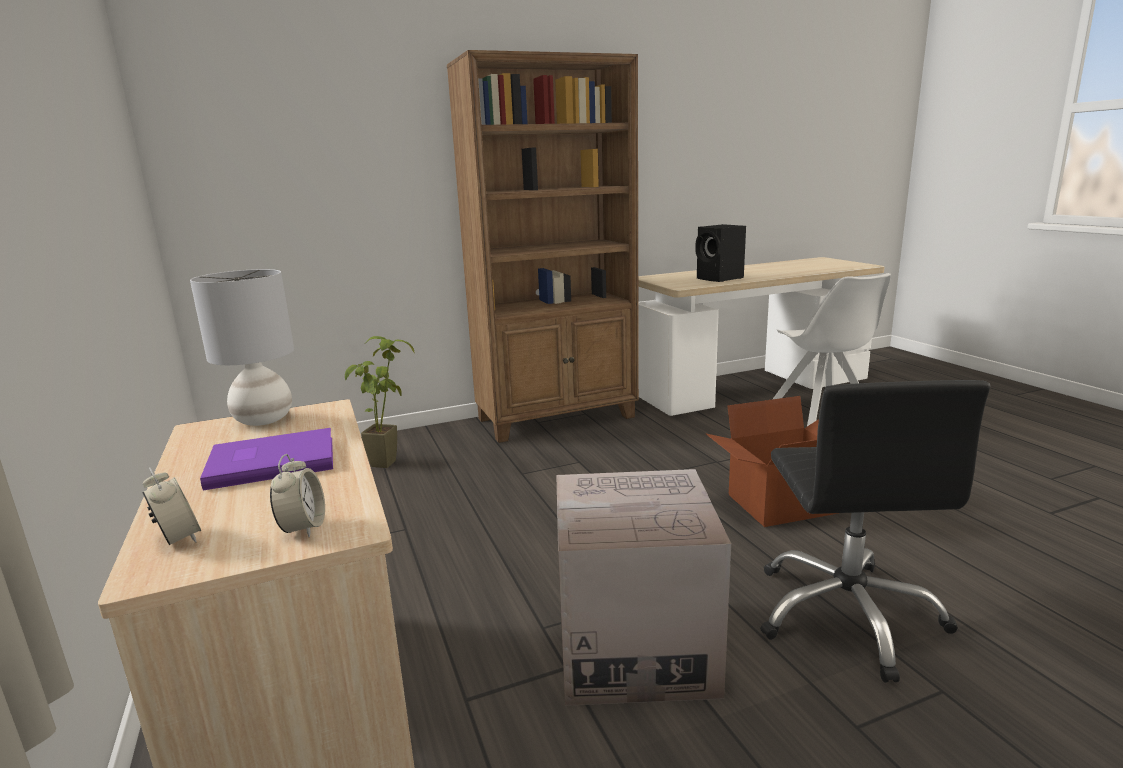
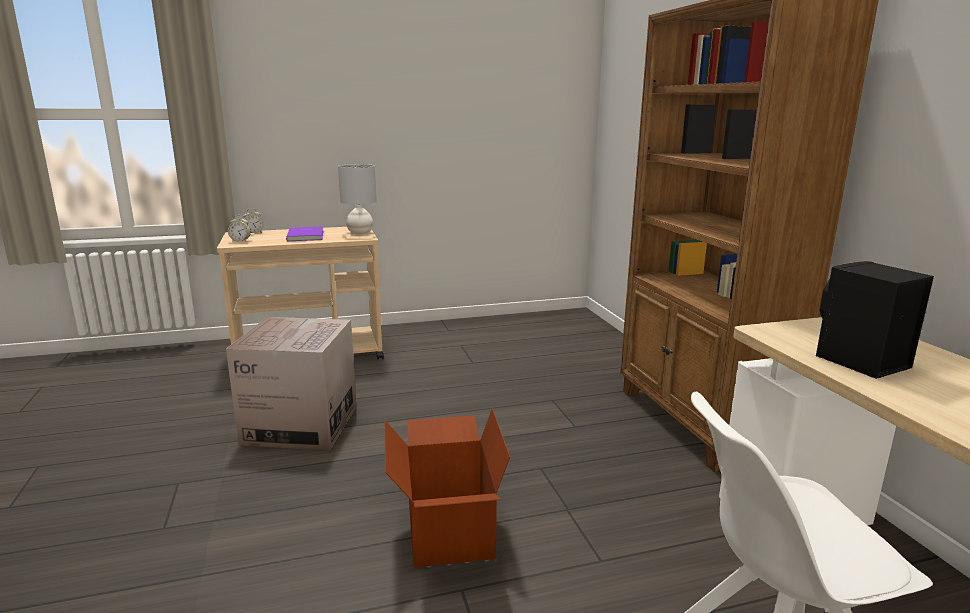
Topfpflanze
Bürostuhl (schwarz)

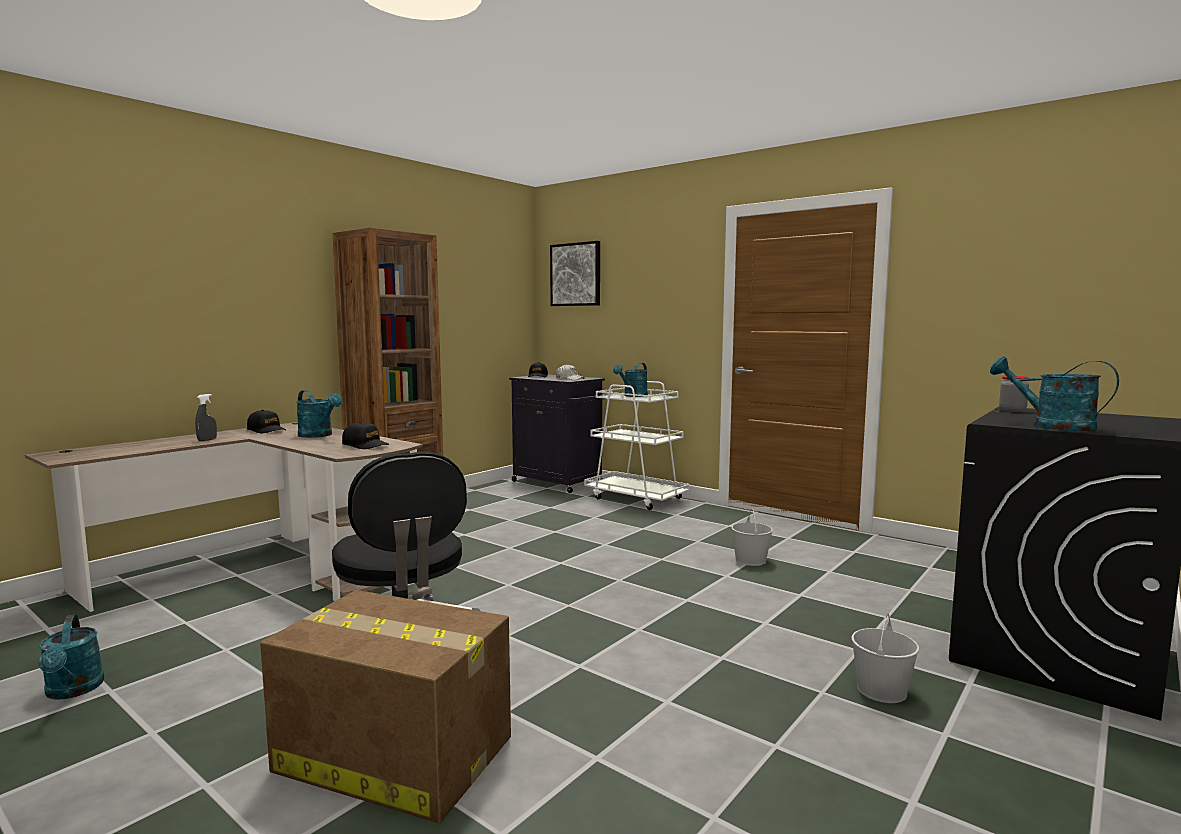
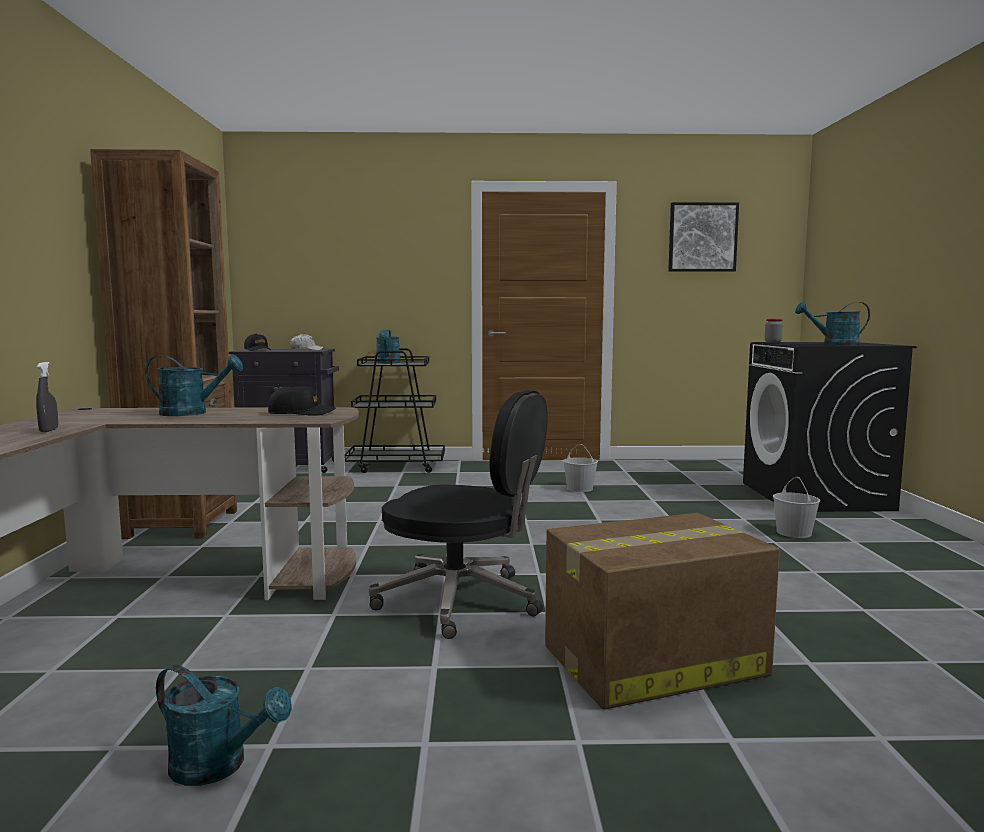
Rollwagen (schwarz)
Bild
Kappe (schwarz) (no. 1 from left in the first image)

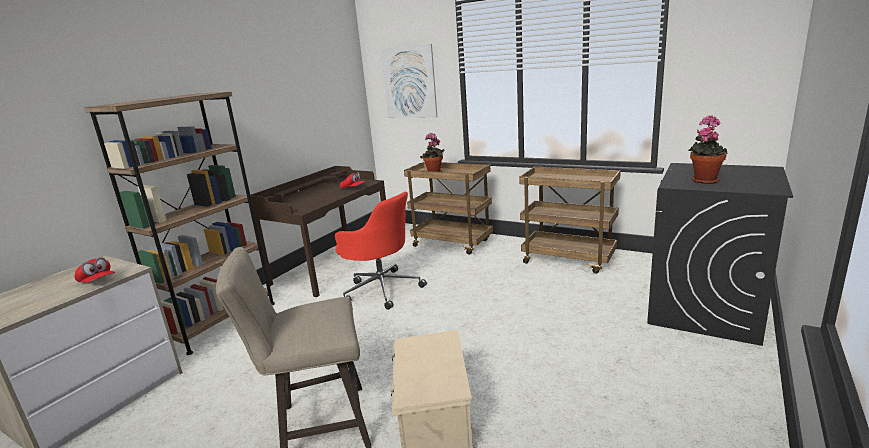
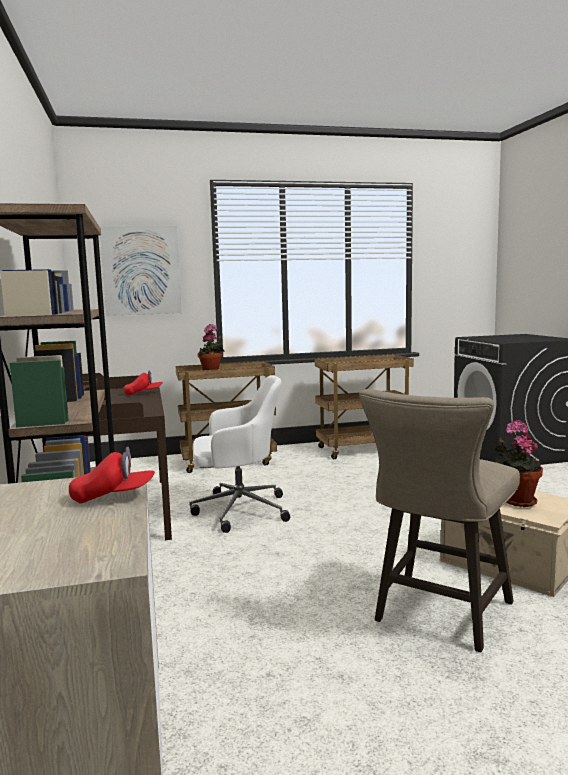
Bürostuhl (weiß)
Topfpflanze (no. 2 from left)

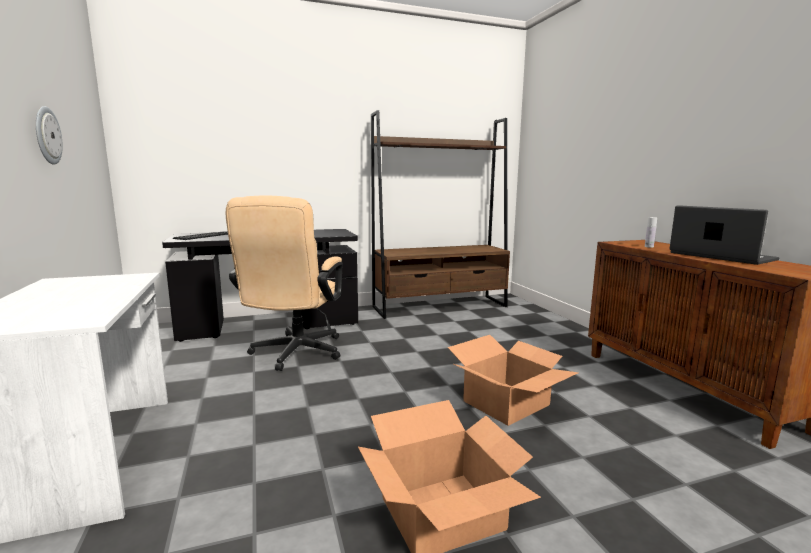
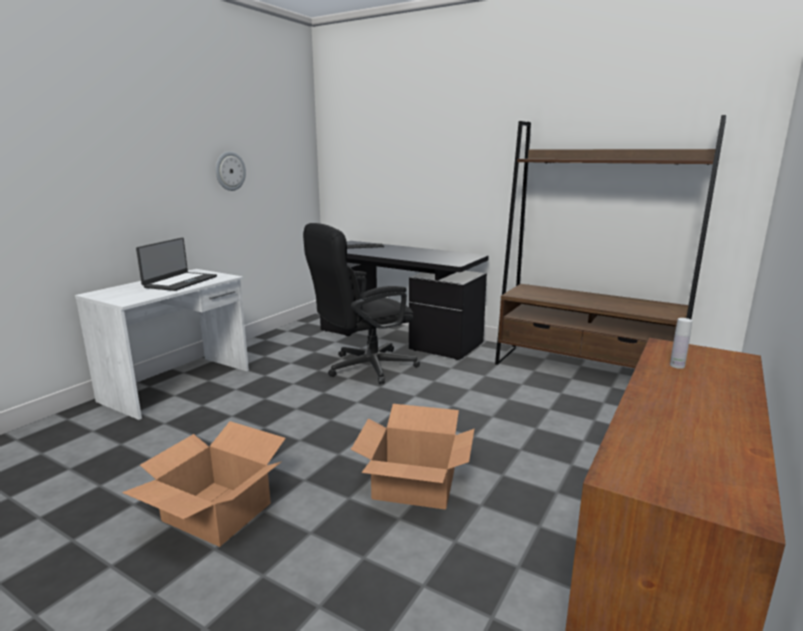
Laptop
Bürostuhl (schwarz)

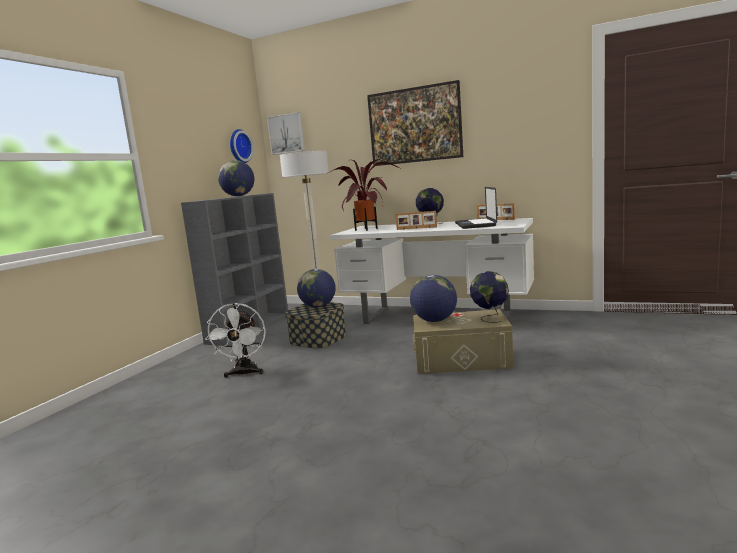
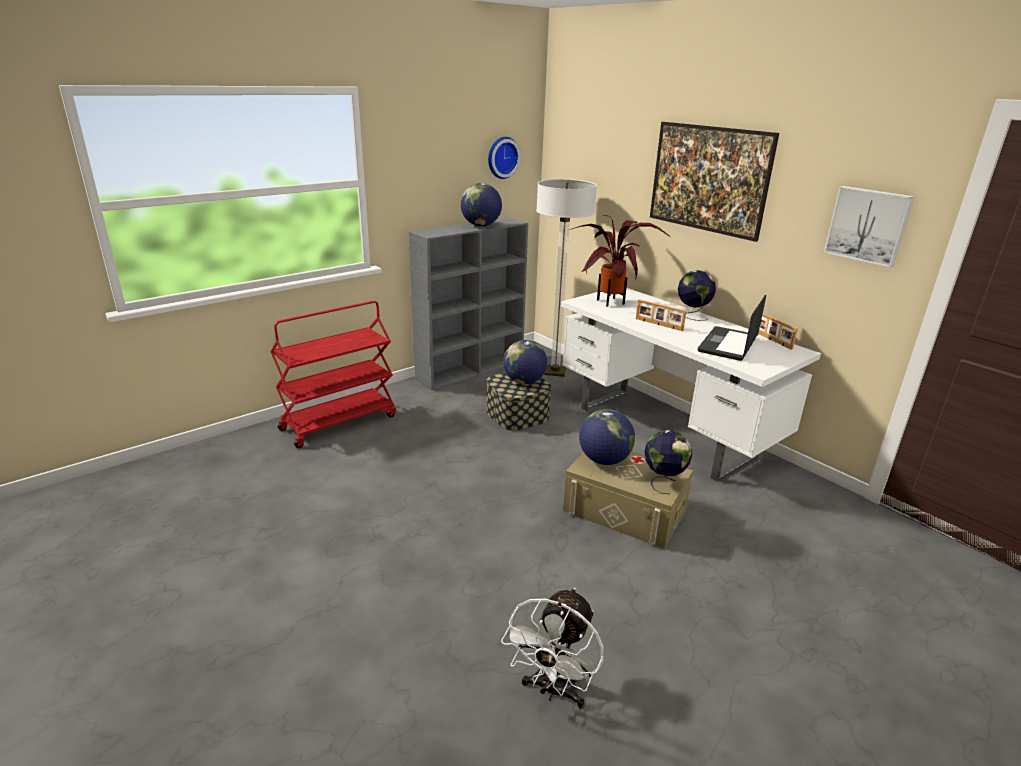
Rollwagen (rot)
Ventilator (weiß)
Bild (no. 2 from left)

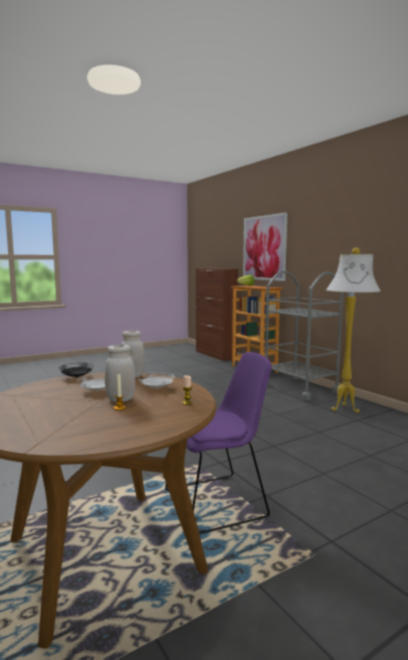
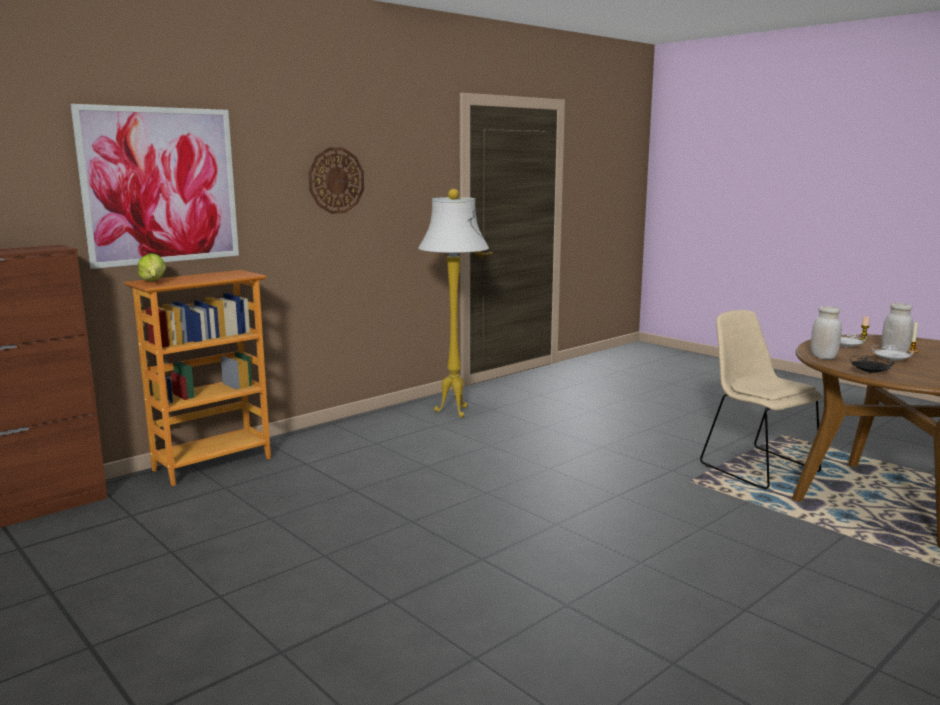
Wanduhr
Stuhl (beige)
Rollwagen (grau)

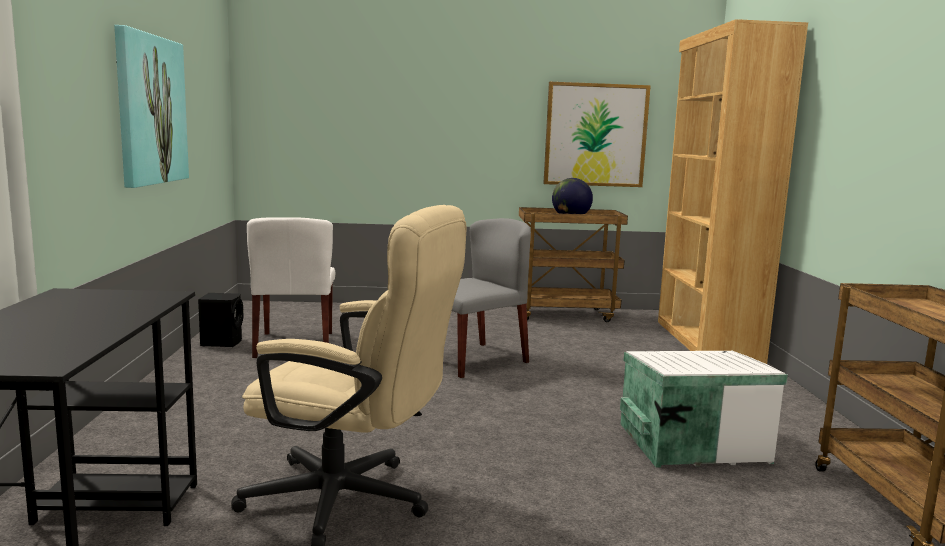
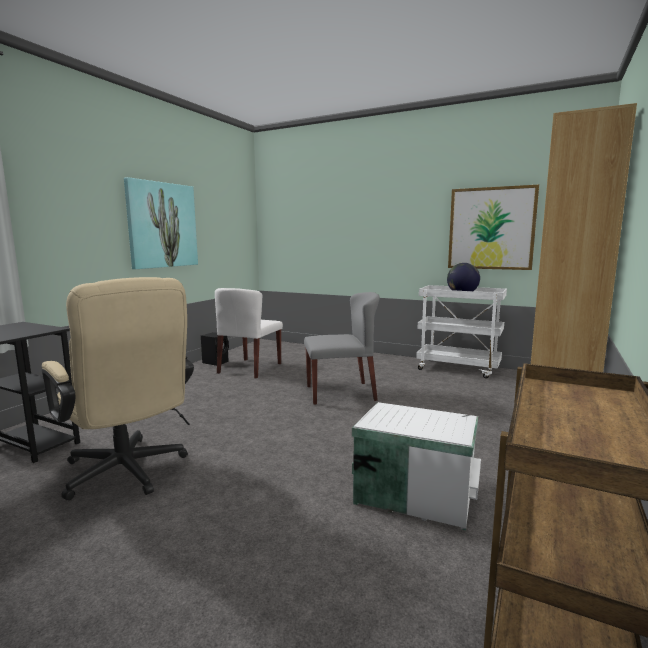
Rollwagen (weiß)

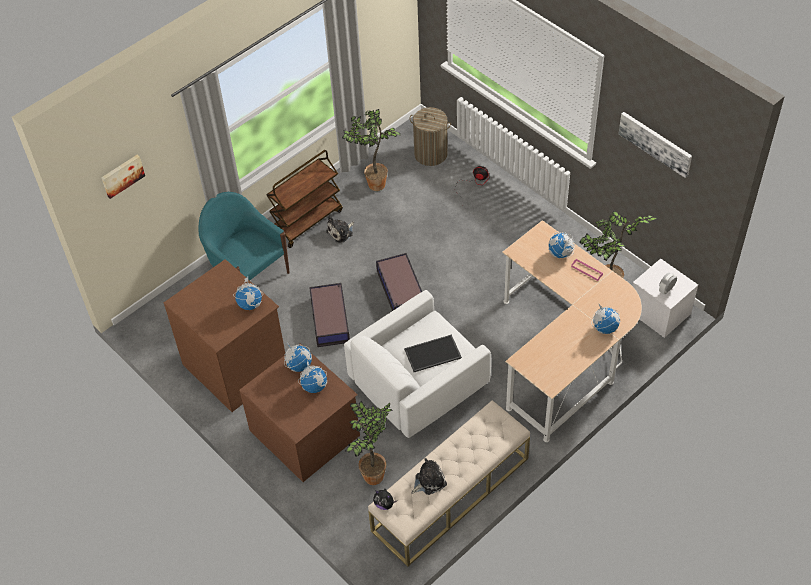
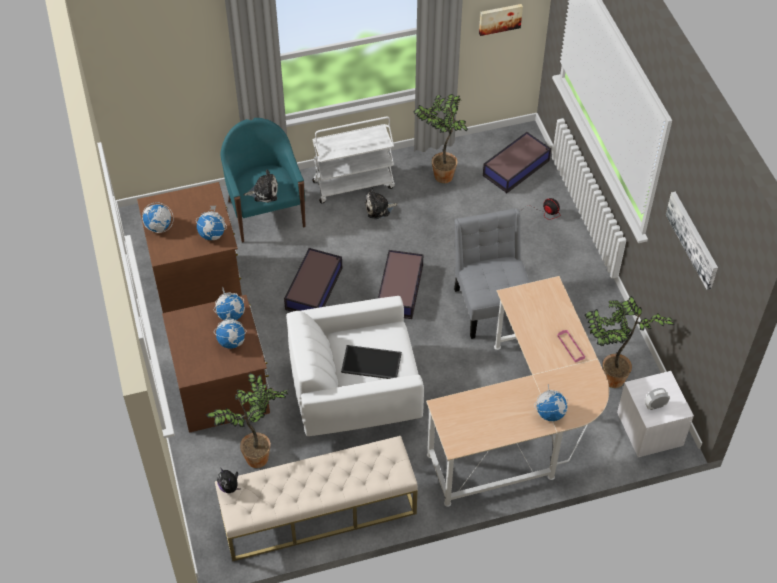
Globus (no. 1 from left)
Plüschtier (no. 2 from left)
Rollwagen (weiß)
Stuhl (grau)
Bild (no. 1 from left)
Aufbewahrungsbox (no. 3 from left)

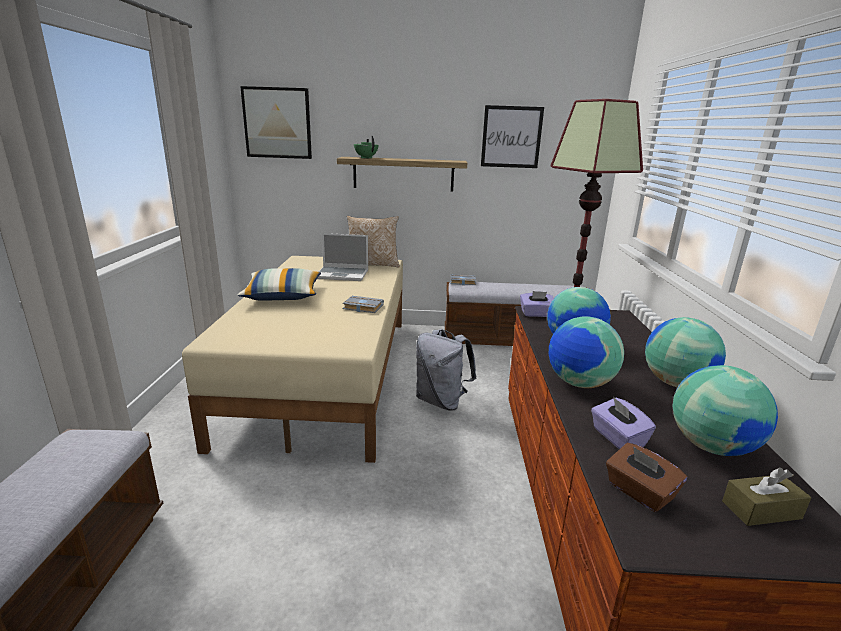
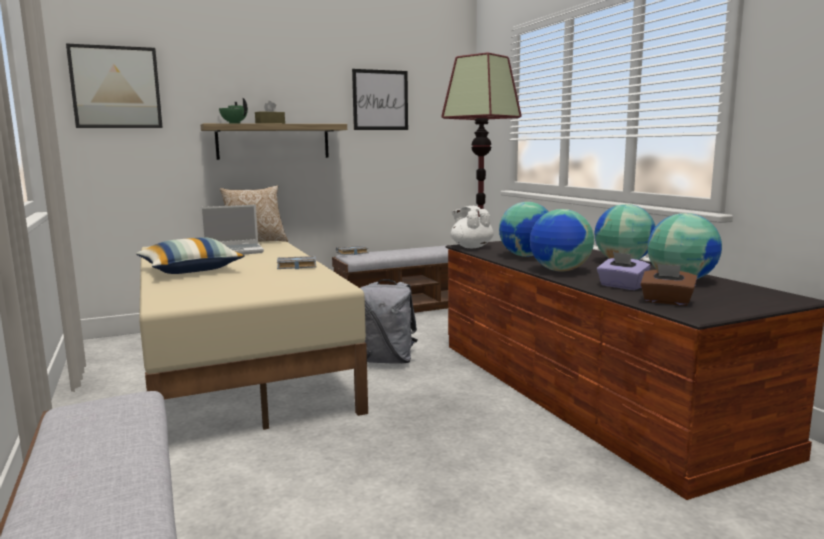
Taschentuchbox (braun) (no. 1 from left)
Teekanne (weiß)

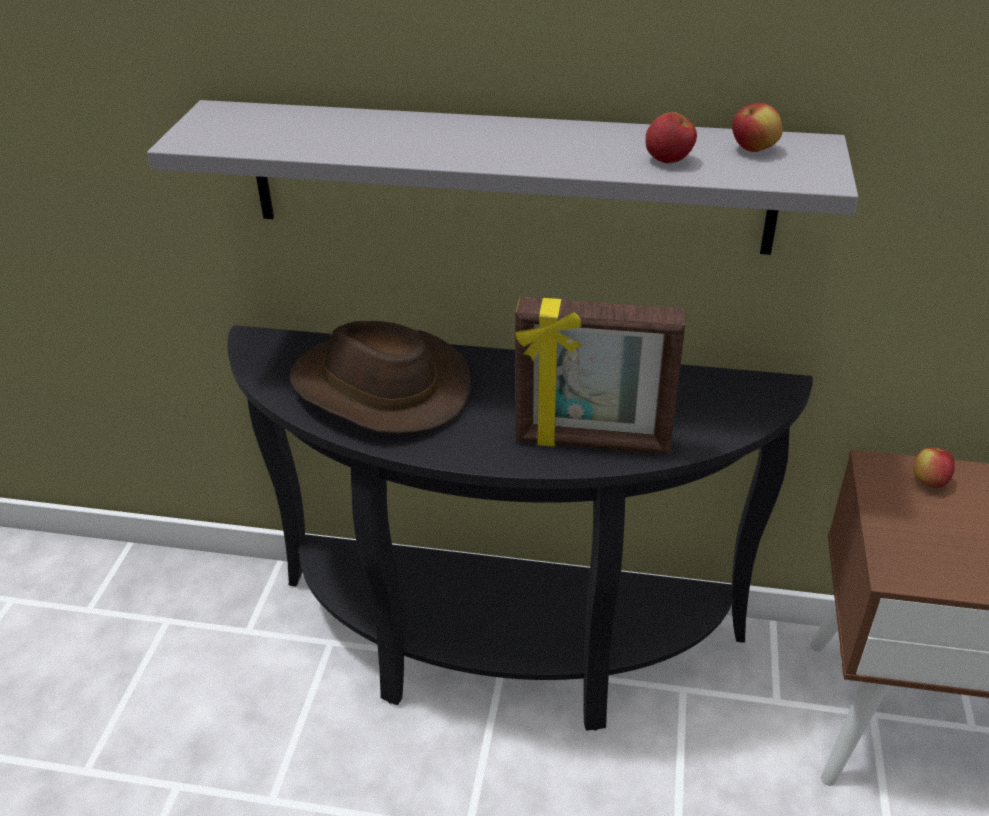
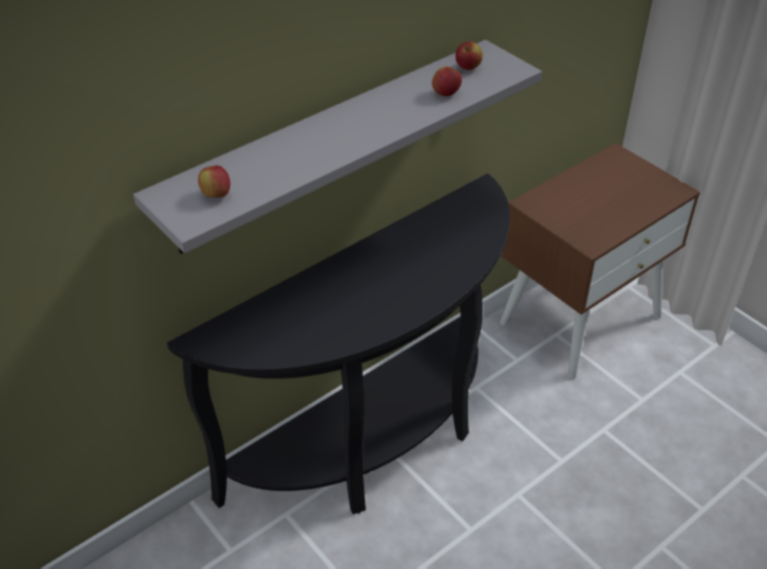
Apfel (no. 1 from left)
Hut (braun)
Bilderrahmen

